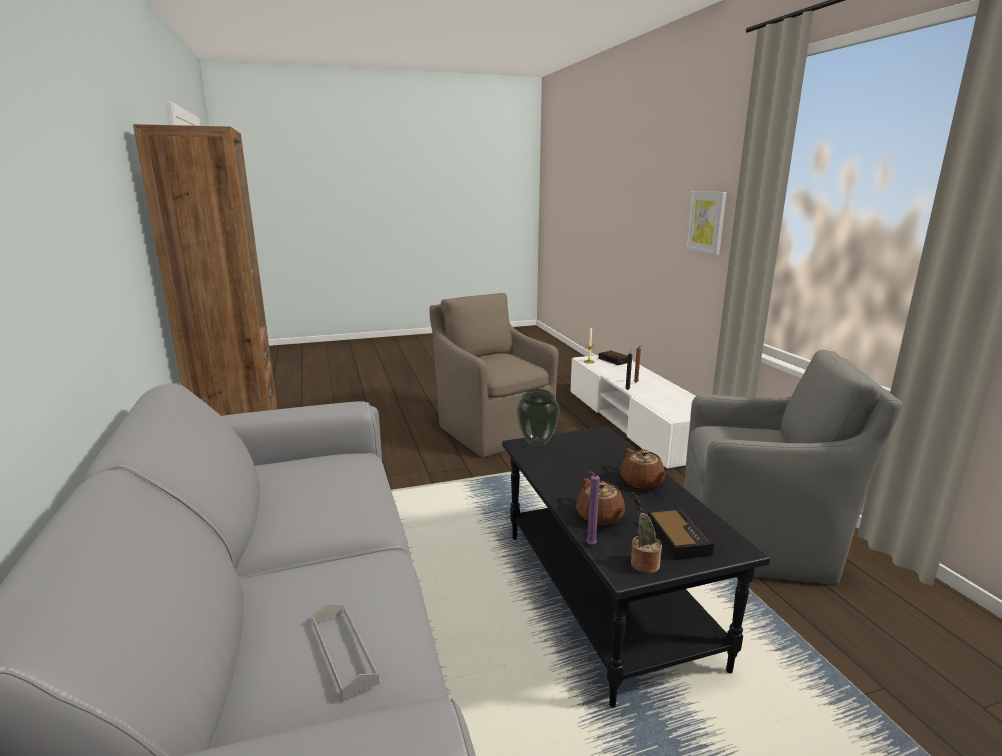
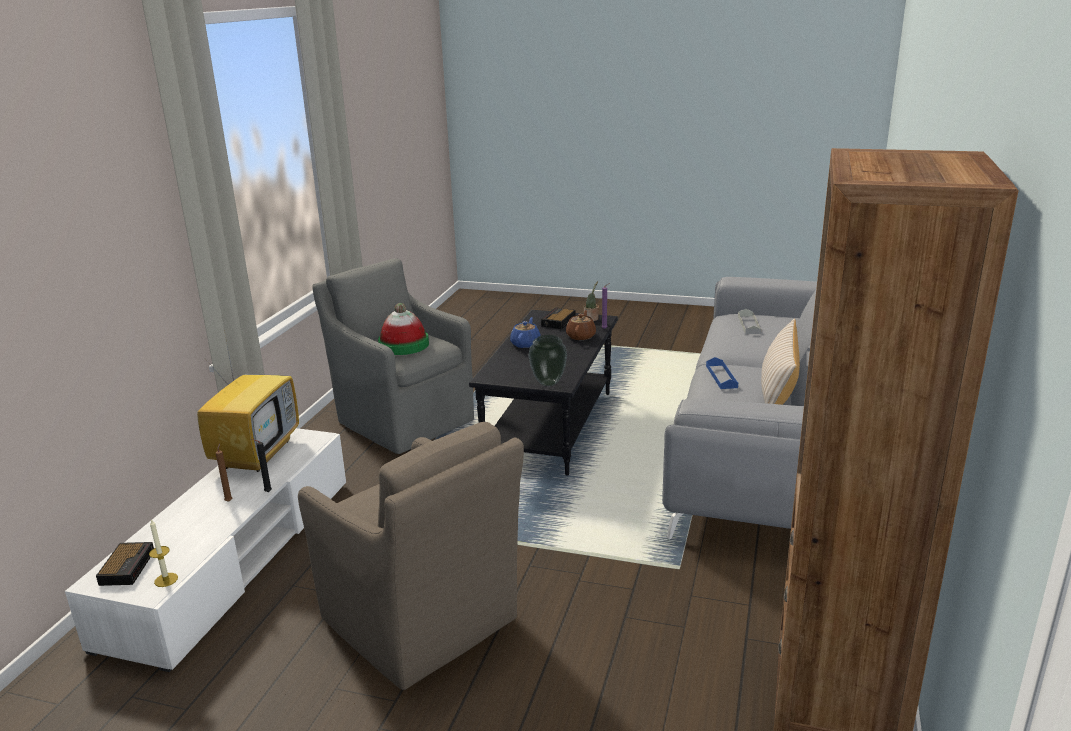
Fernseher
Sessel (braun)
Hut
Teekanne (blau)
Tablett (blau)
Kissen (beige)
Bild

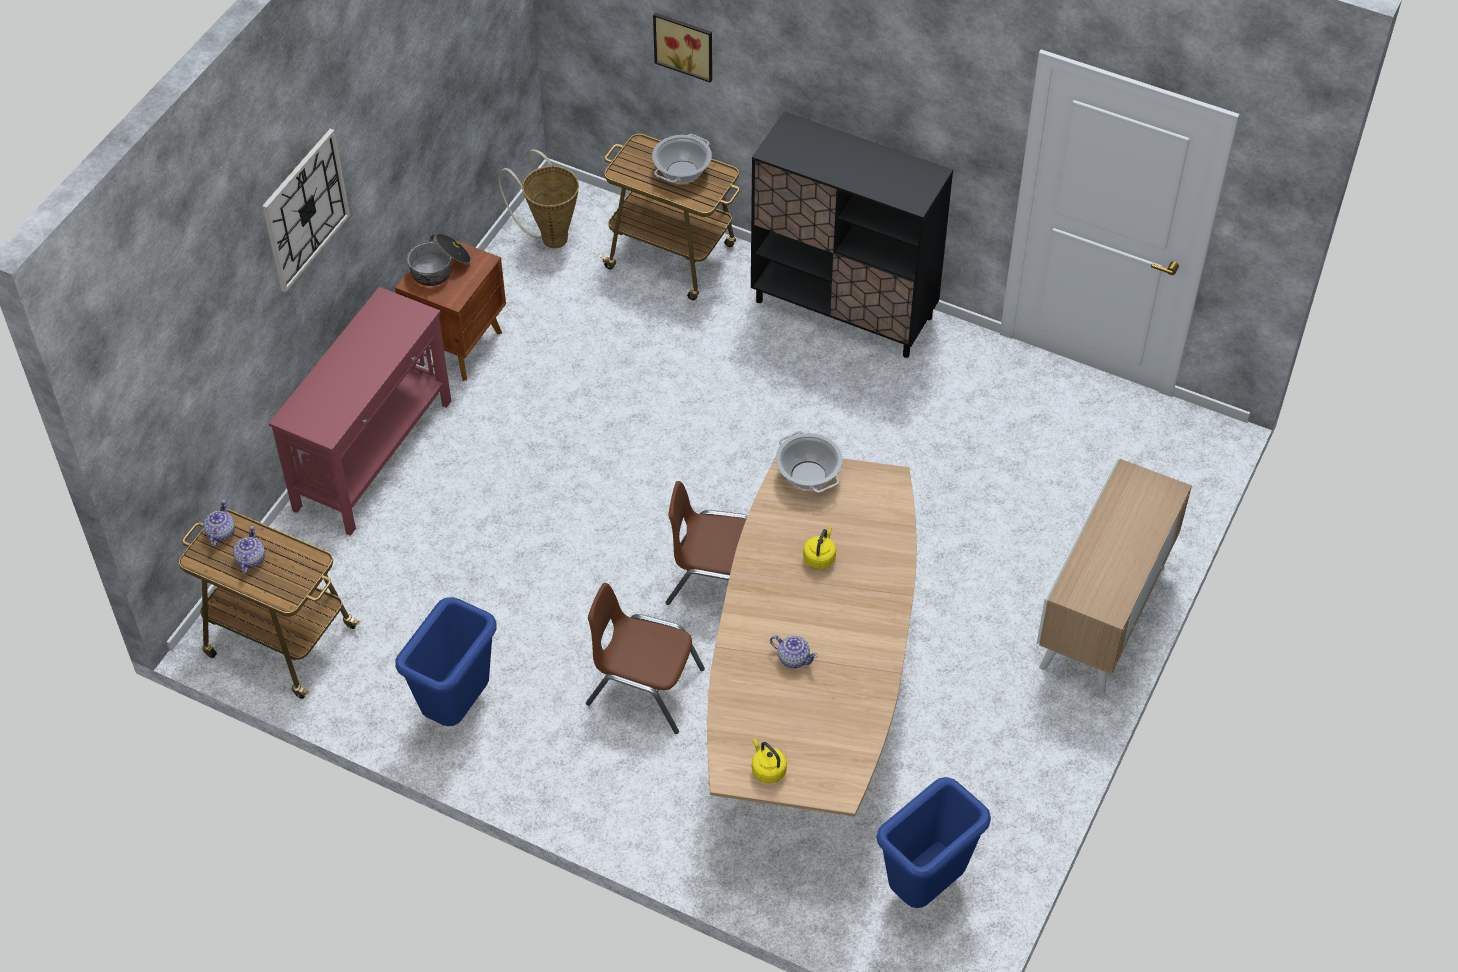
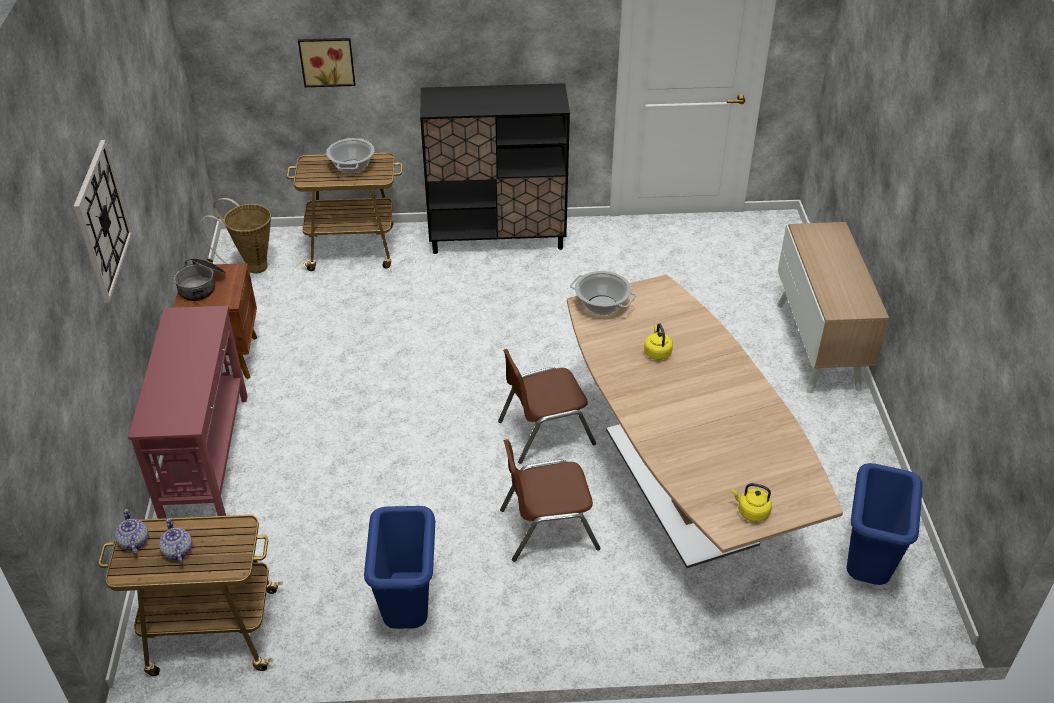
Teekanne (no. 3 from left in the first image)

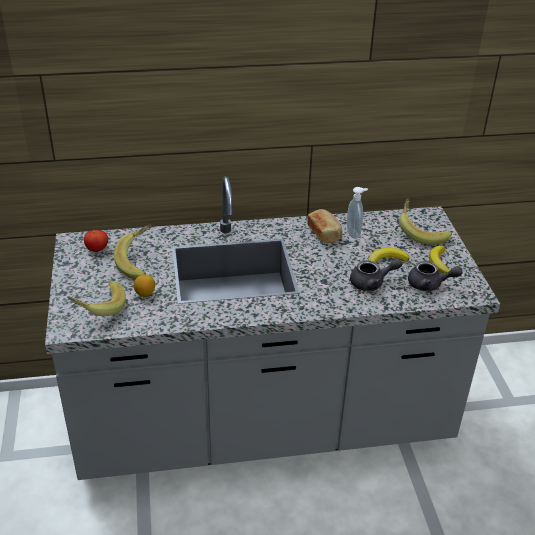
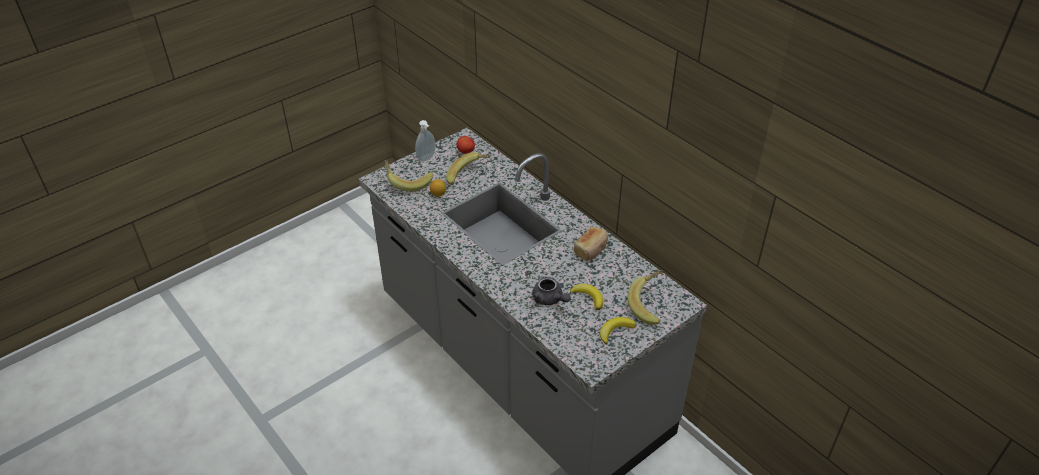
Seifenspender
Teekanne (grau) (no. 2 from left in the first image)

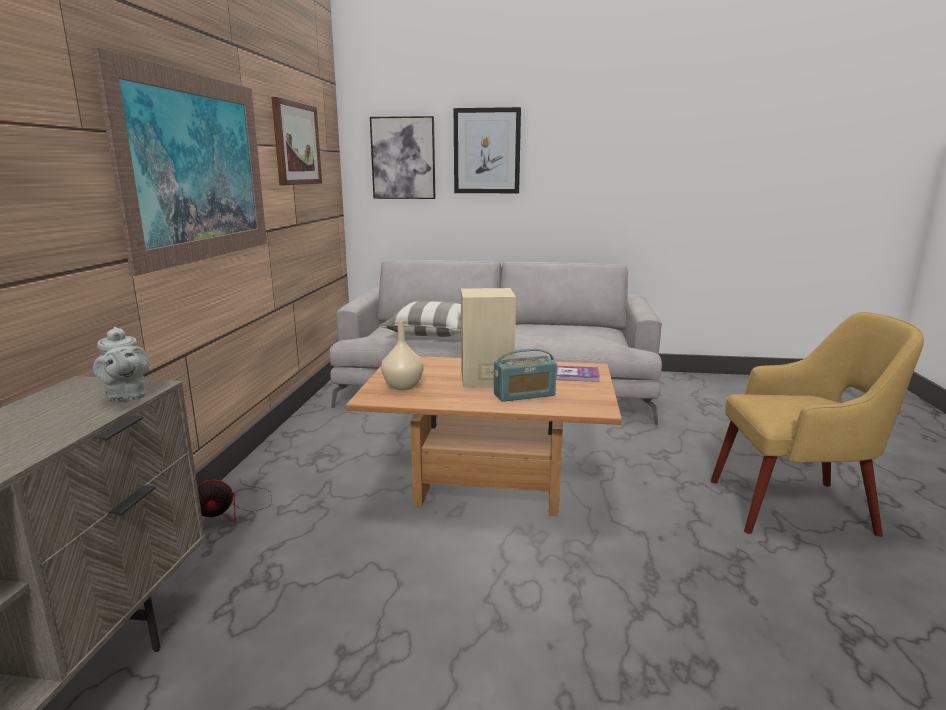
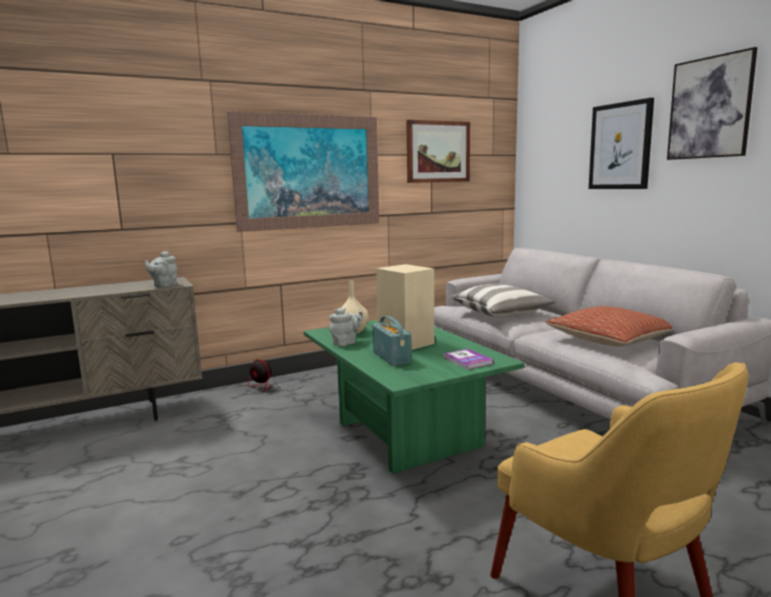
Couchtisch (grün)
Teekanne (grau) (no. 2 from left)
Radio
Kissen (no. 2 from left)
Bild (no. 4 from left)

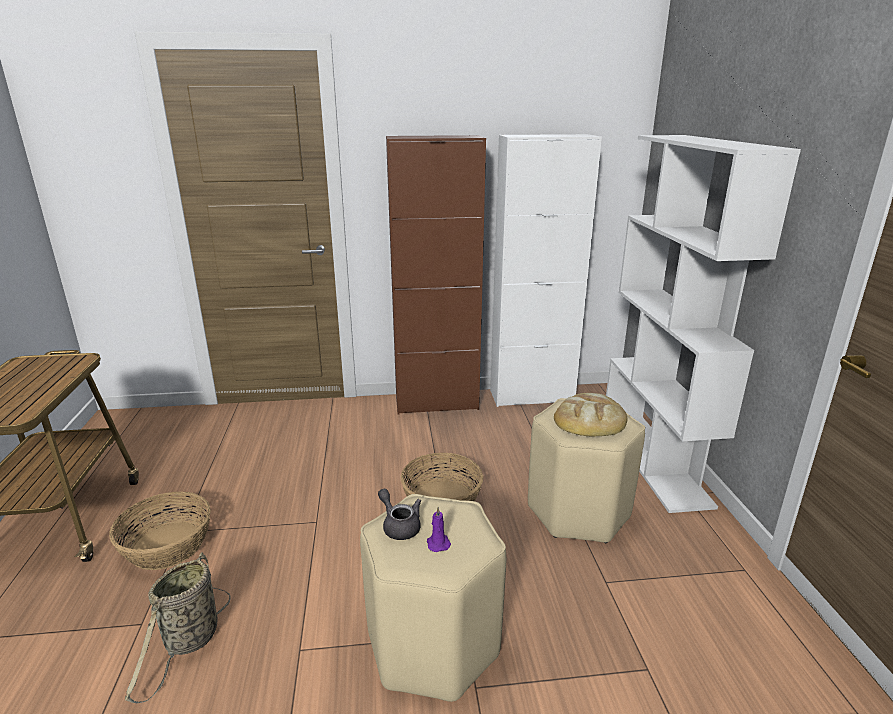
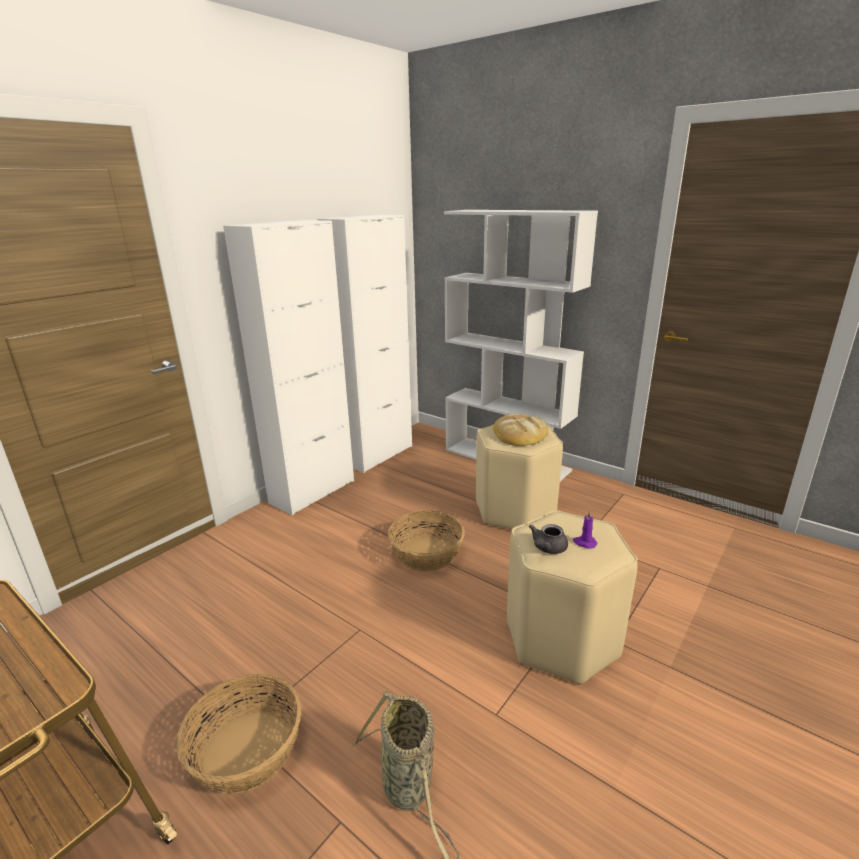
Schrank (weiß) (no. 1 from left)
Teekanne (grau)

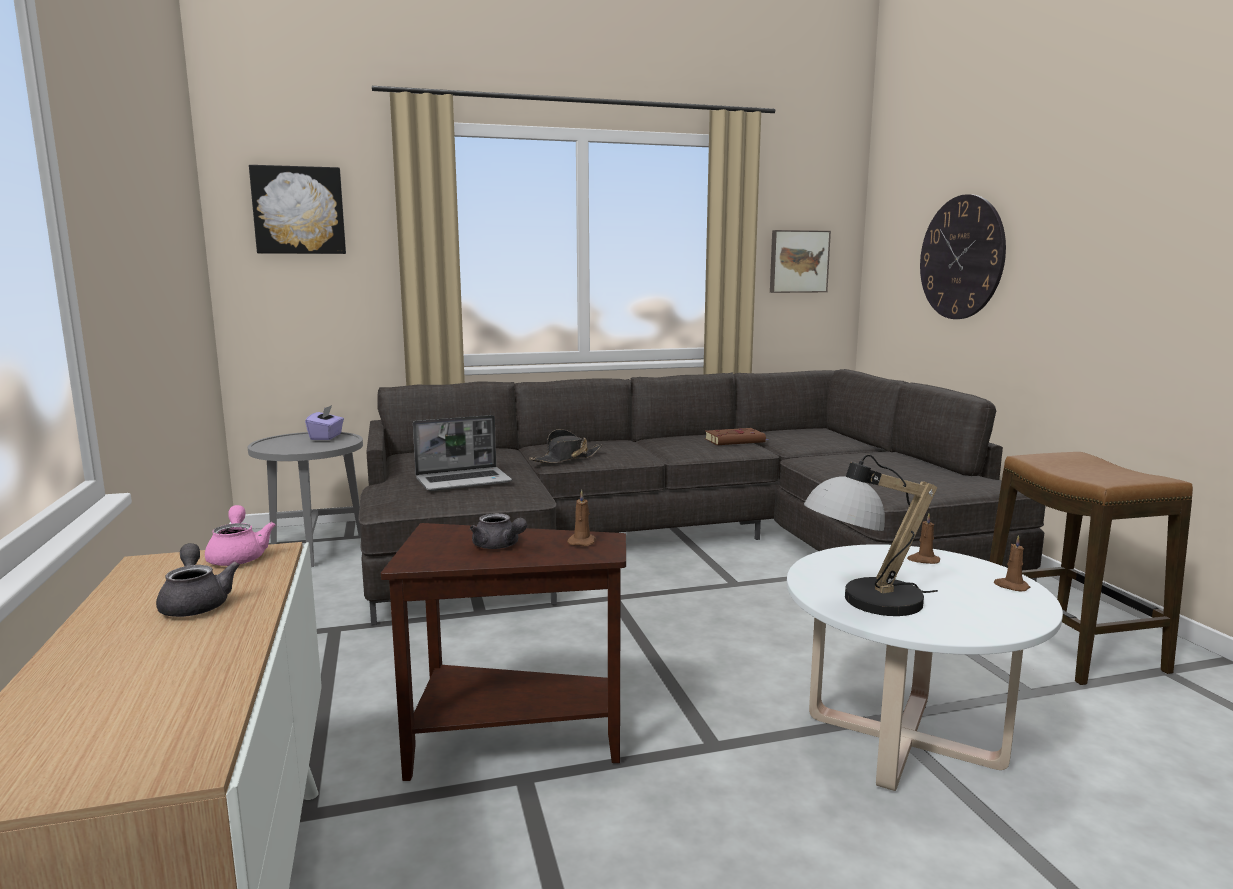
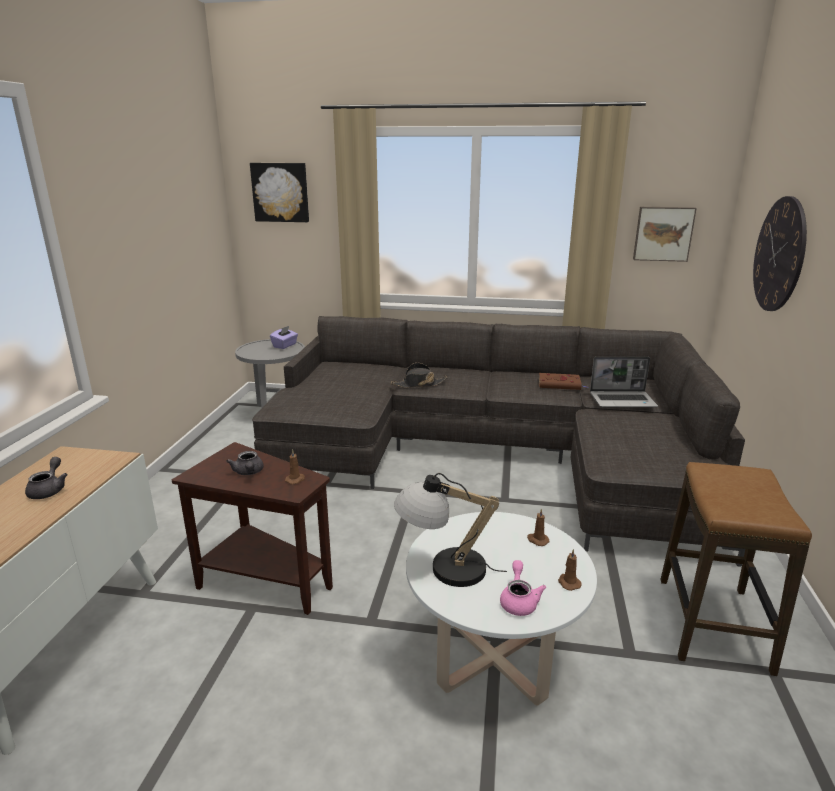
Teekanne (rosa)
Laptop

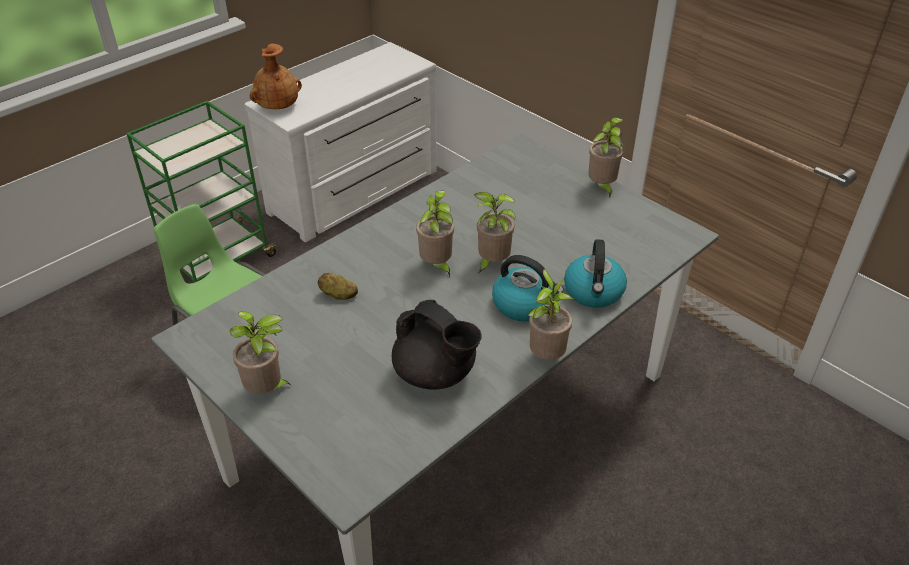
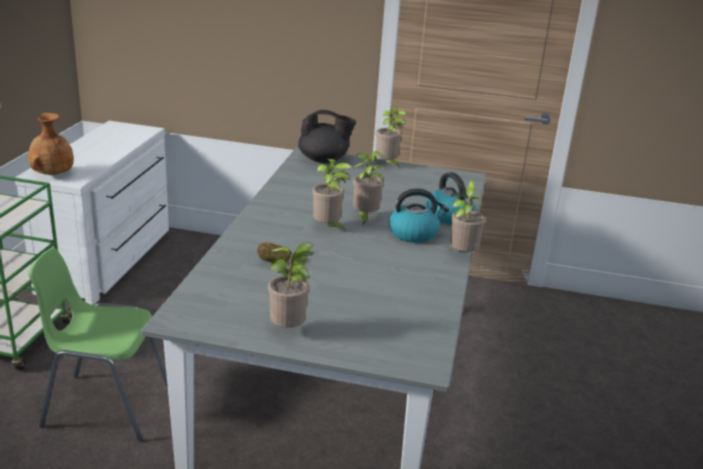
Teekanne (schwarz)

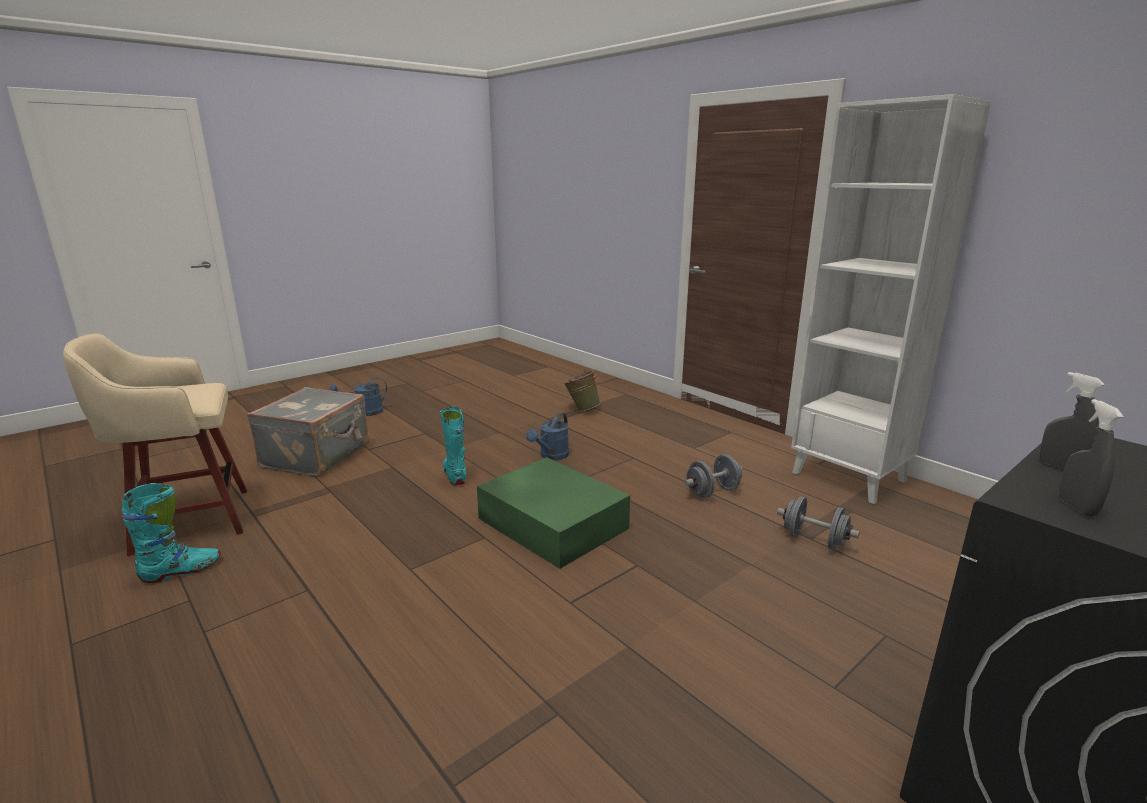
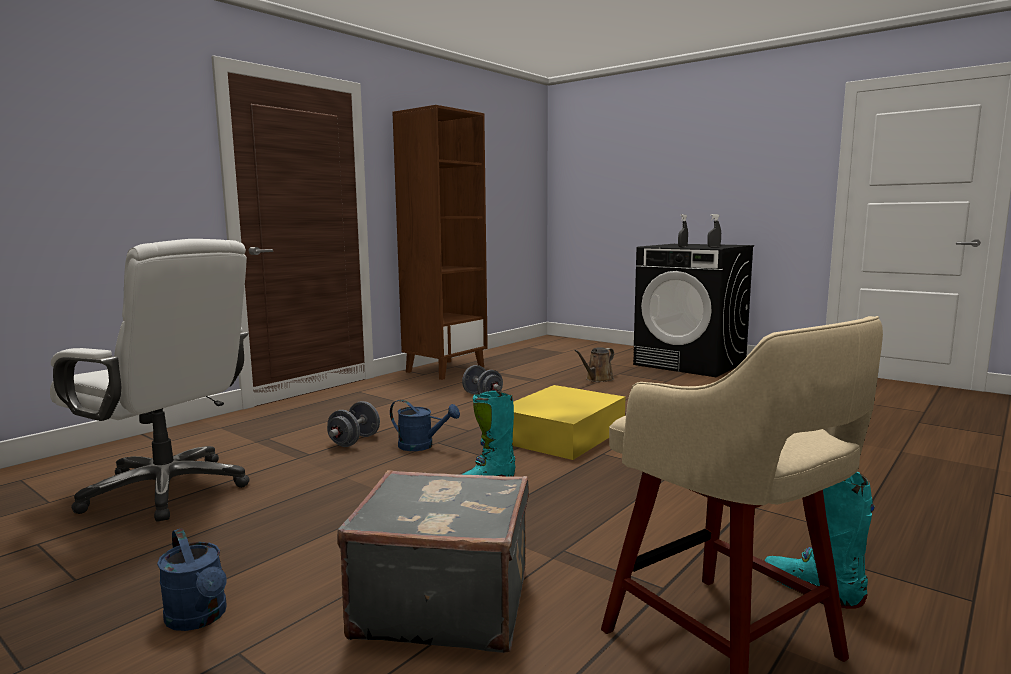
Bürostuhl (weiß)
Hantel (grau) (no. 1 from left)
Bücherregal (braun)
Aufbewahrungsbox (gelb)
Gießkanne (braun)
Eimer (grün)

